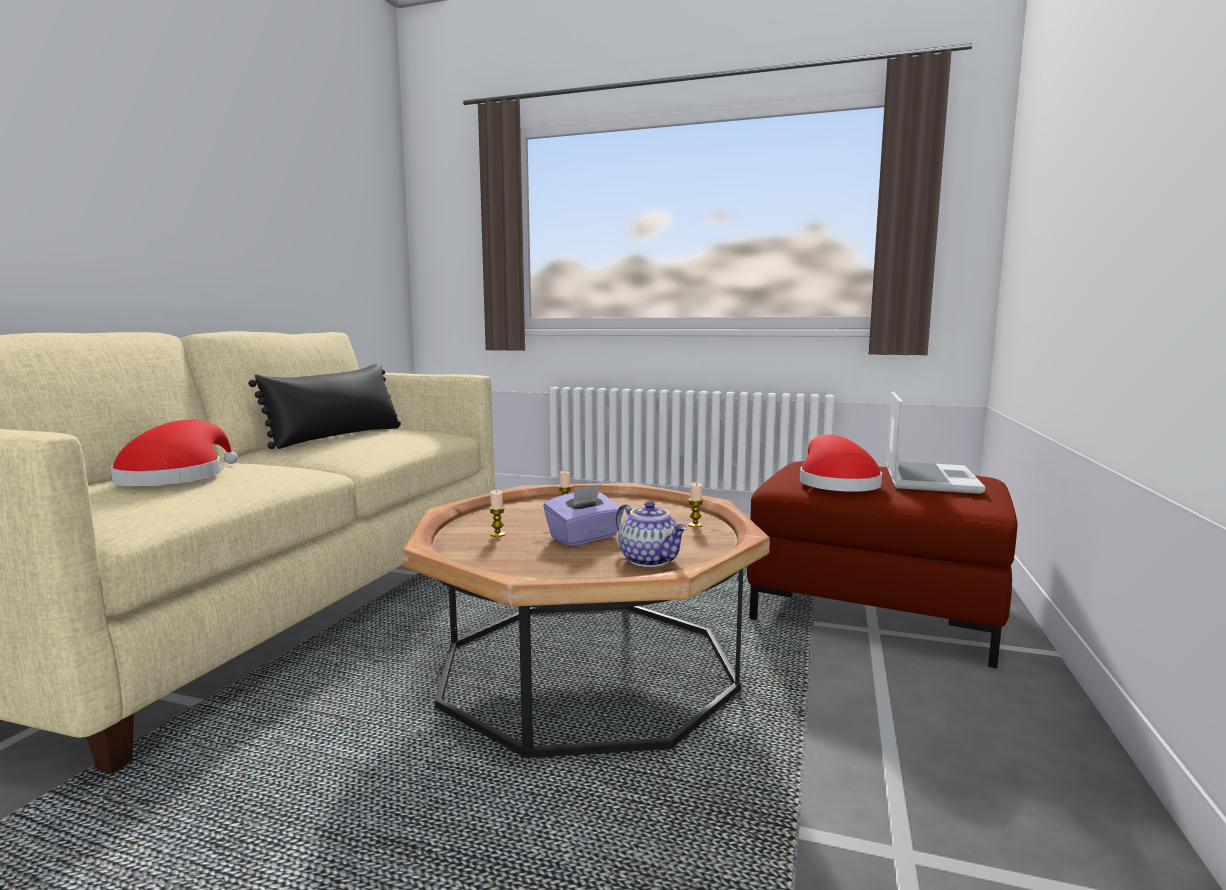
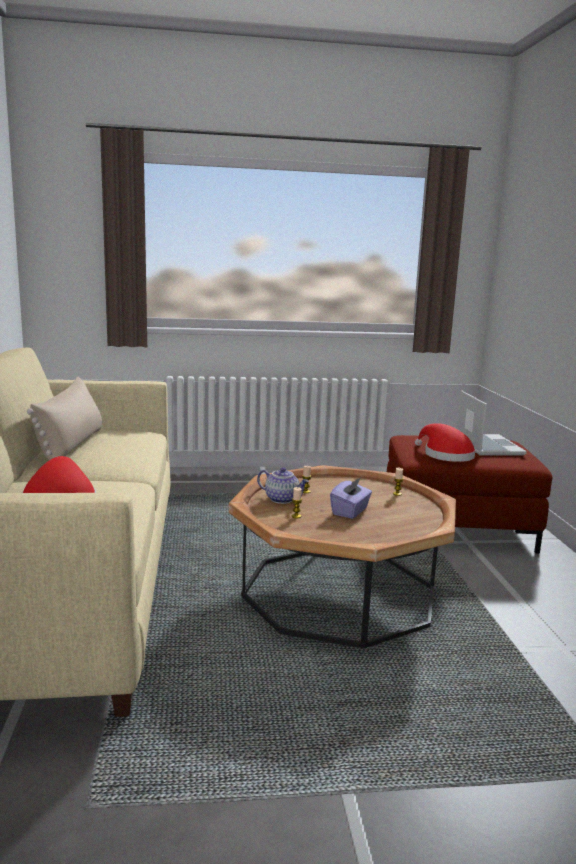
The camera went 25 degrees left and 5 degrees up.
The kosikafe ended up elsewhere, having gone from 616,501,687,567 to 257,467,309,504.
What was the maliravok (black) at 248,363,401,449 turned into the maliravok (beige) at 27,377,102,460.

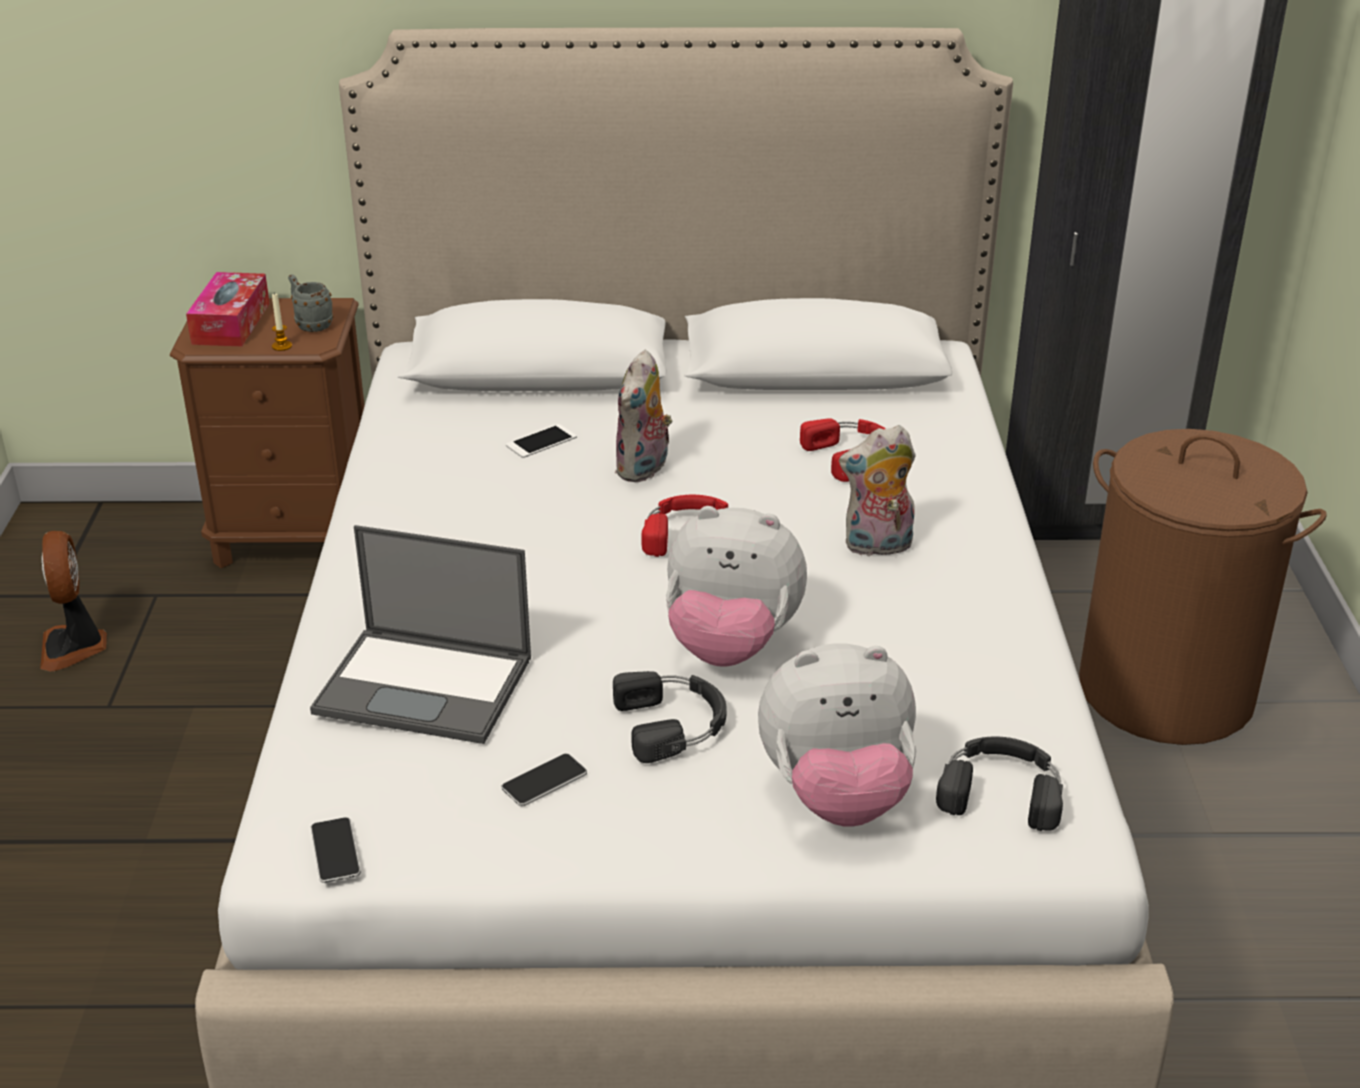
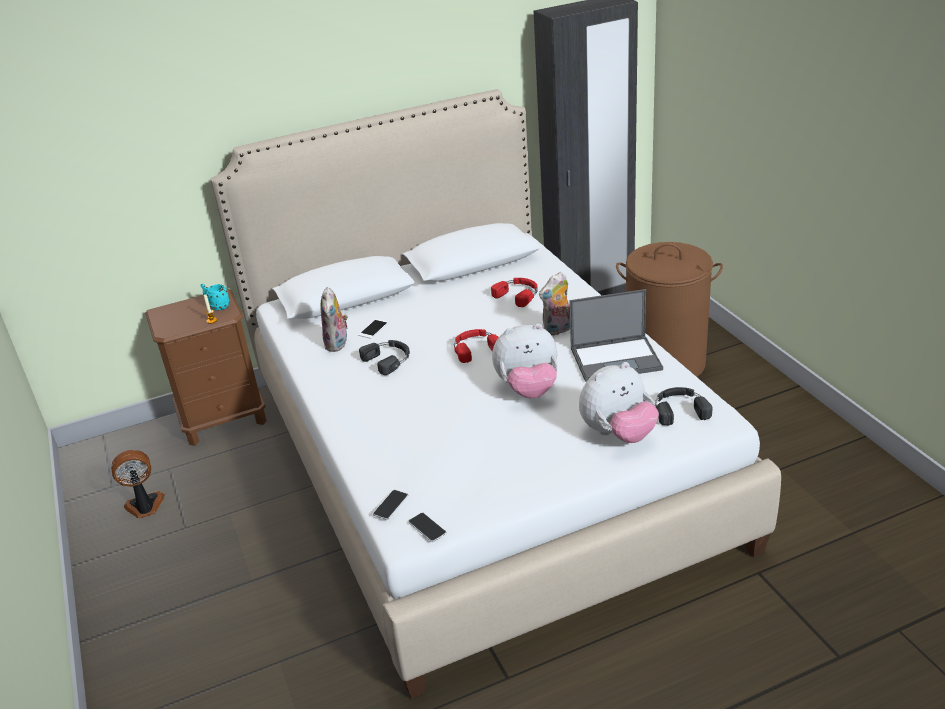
The camera went 20 degrees left and 0 degrees up.
The second view lost the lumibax at 186,272,270,346.
The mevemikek ended up elsewhere, having gone from 310,525,531,744 to 569,289,663,382.
The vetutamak ended up elsewhere, having gone from 501,753,587,806 to 373,490,408,520.
The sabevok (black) ended up elsewhere, having gone from 613,671,726,763 to 359,340,410,375.
The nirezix ended up elsewhere, having gone from 615,350,672,483 to 320,287,348,352.
What was the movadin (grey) at 288,274,333,332 turned into the movadin (turquoise) at 200,284,230,310.
The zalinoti at 40,531,107,671 ended up facing another way, 105 degrees clockwise from before.

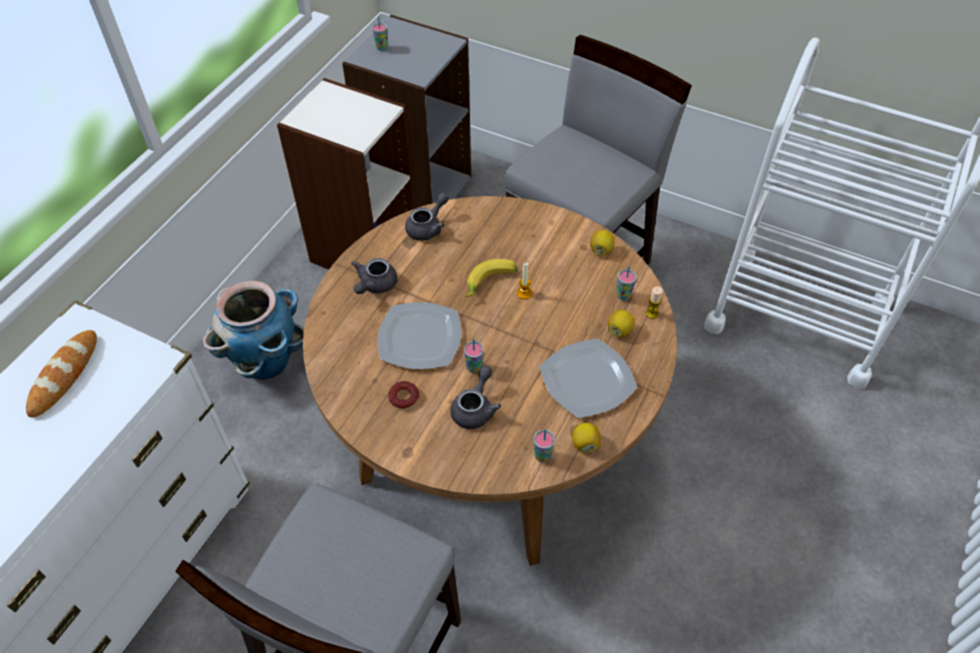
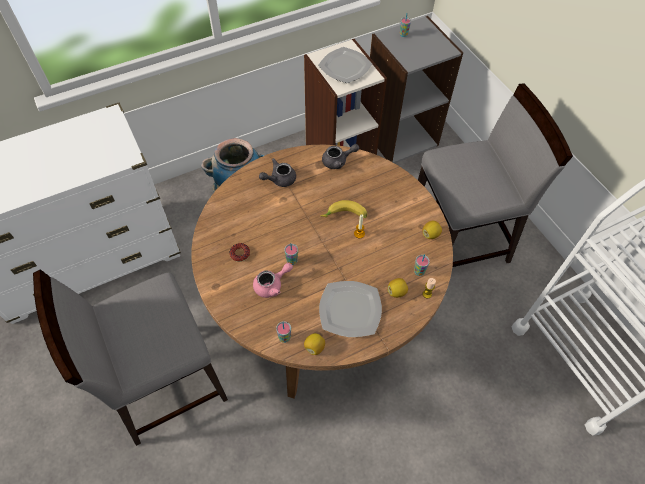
The camera went 35 degrees right and 5 degrees up.
The second view lost the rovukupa at 26,330,97,417.
The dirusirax ended up elsewhere, having gone from 378,302,461,369 to 318,47,372,83.
What was the kosikafe (grey) at 451,365,501,429 turned into the kosikafe (pink) at 253,263,293,298.

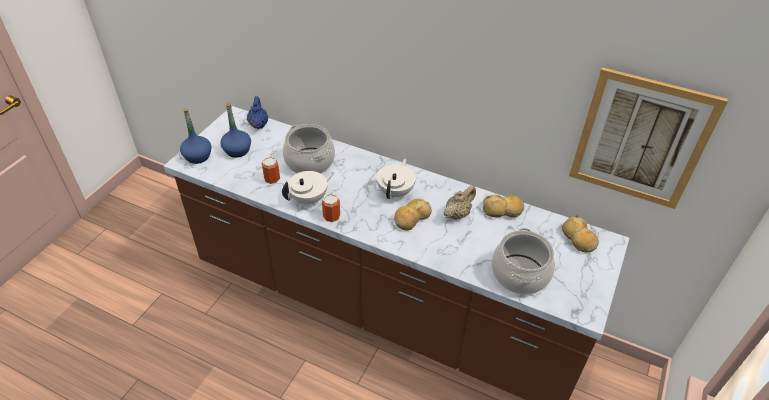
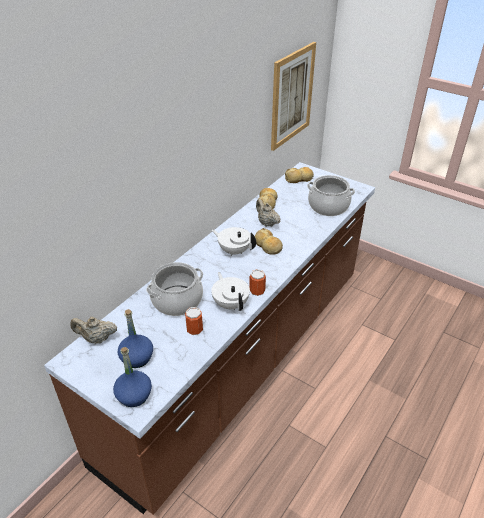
The camera went 80 degrees left and 5 degrees down.
What was the kosikafe (blue) at 247,96,268,129 turned into the kosikafe (beige) at 71,317,117,344.

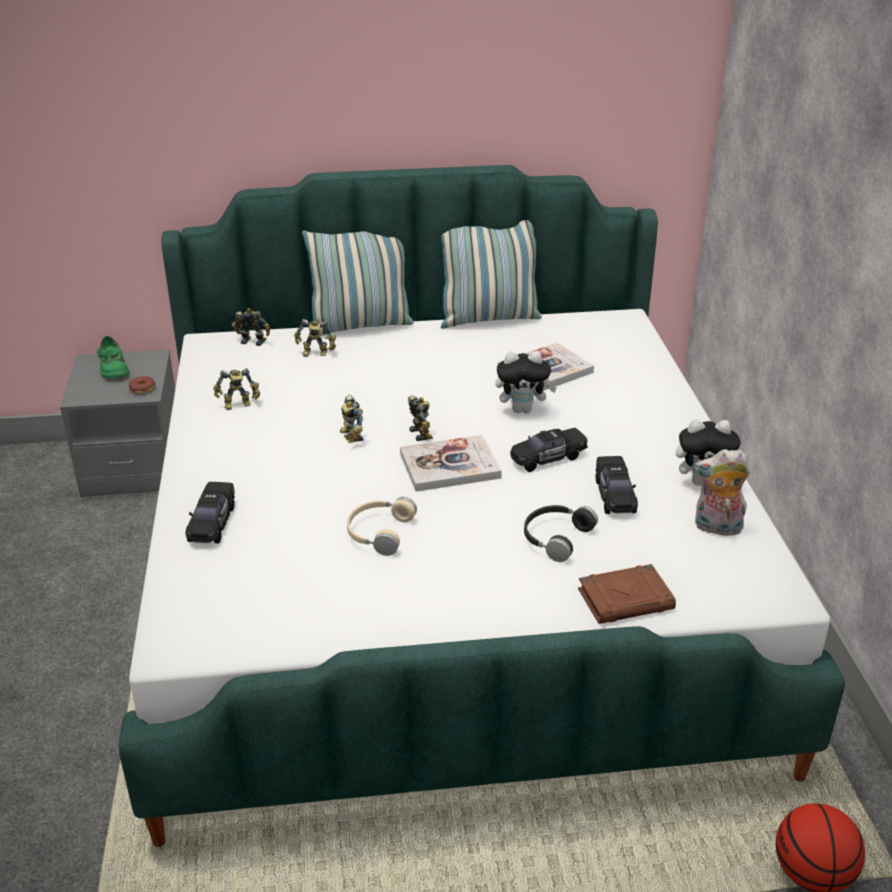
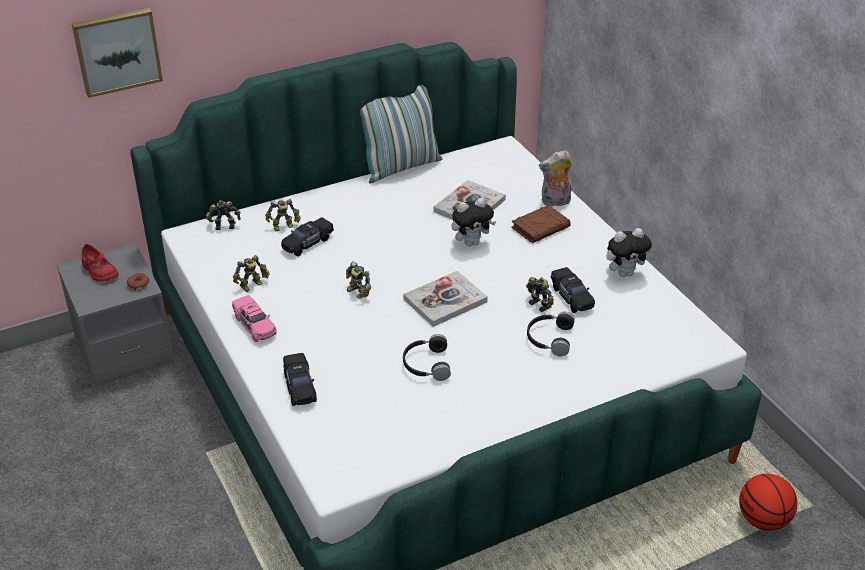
The camera went 20 degrees left and 5 degrees up.
The second view lost the maliravok at 302,230,414,336.
The second view gained the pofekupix at 71,8,163,98.
The second view gained the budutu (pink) at 232,295,276,342.
The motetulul ended up elsewhere, having gone from 408,395,433,441 to 526,277,554,312.
The budutu (black) ended up elsewhere, having gone from 510,428,588,472 to 281,218,334,256.
The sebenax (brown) ended up elsewhere, having gone from 578,564,676,624 to 511,205,571,243.
The nirezix ended up elsewhere, having gone from 694,449,750,539 to 539,150,572,206.
What was the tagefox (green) at 97,336,129,378 turned into the tagefox (red) at 81,244,119,282.
What was the sabevok (beige) at 347,497,417,556 turned into the sabevok (black) at 403,334,451,381.

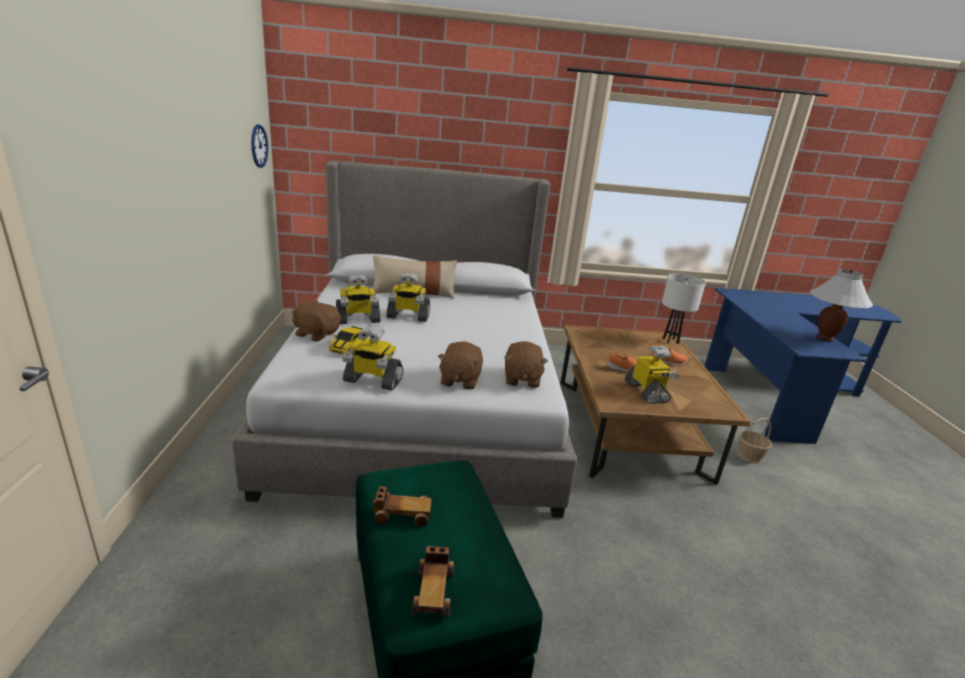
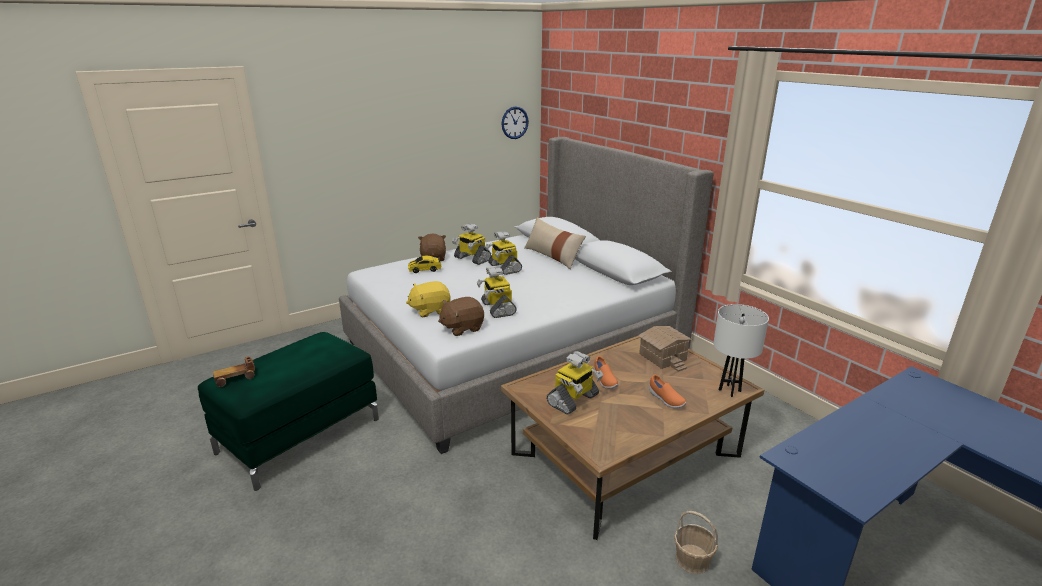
The camera went 60 degrees right and 0 degrees up.
The second view lost the budutu at 373,486,432,527.
The second view lost the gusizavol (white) at 810,269,874,342.
The second view gained the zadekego at 638,326,692,372.
The motetulul ended up elsewhere, having gone from 342,325,404,391 to 477,266,517,318.
What was the nirezix (brown) at 438,342,483,389 turned into the nirezix (yellow) at 406,281,451,317.

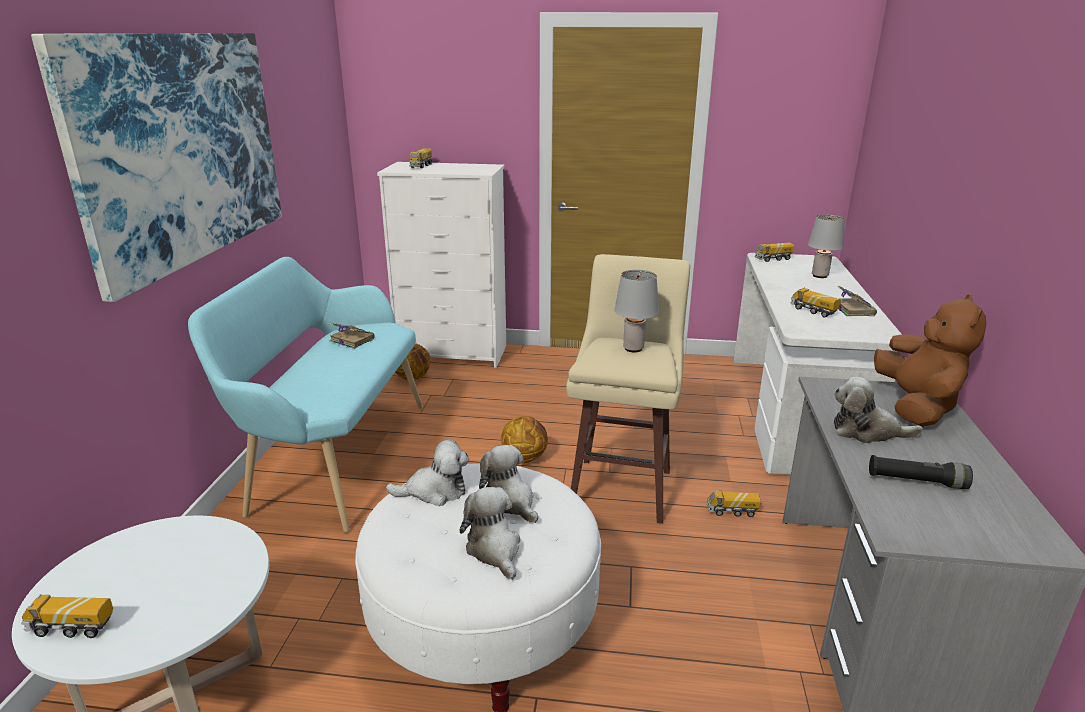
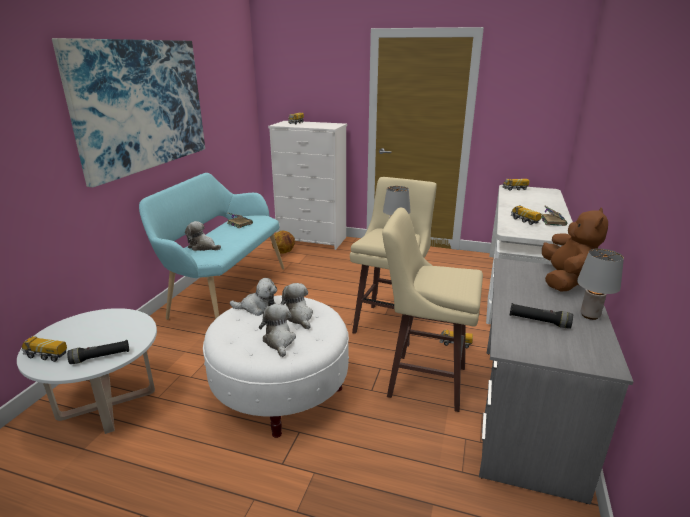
The camera went 10 degrees right and 0 degrees up.
The second view lost the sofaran at 501,416,548,463.
The second view gained the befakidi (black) at 67,340,129,364.
The second view gained the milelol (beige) at 382,208,483,412.
The gusizavol (grey) ended up elsewhere, having gone from 808,214,845,278 to 577,248,624,320.
The nirezix ended up elsewhere, having gone from 834,377,923,443 to 185,221,221,251.

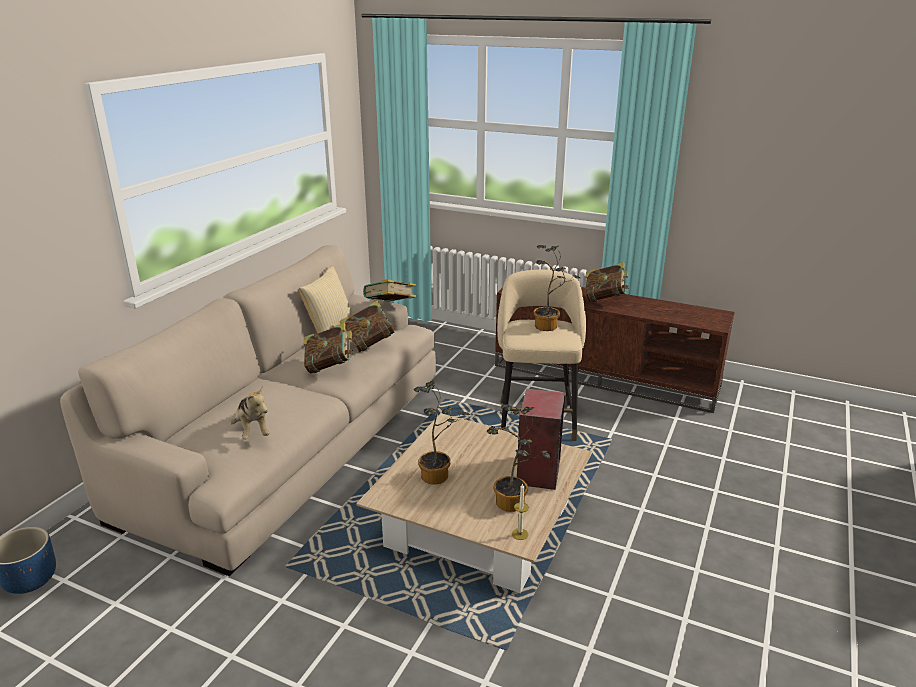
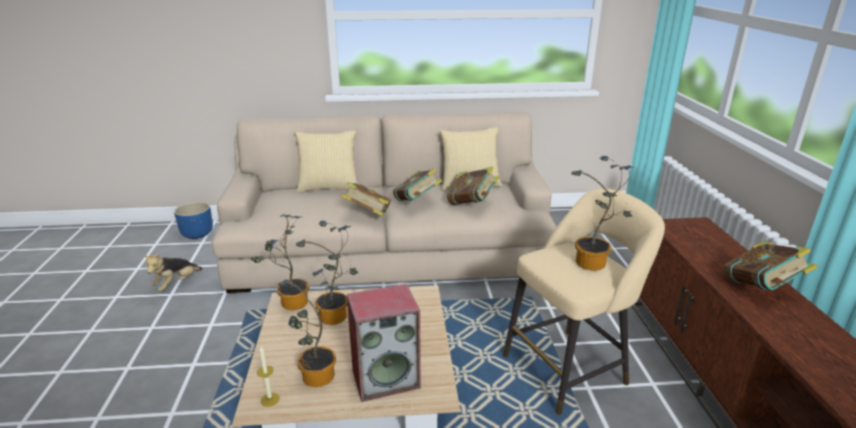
The camera went 60 degrees right and 0 degrees up.
The second view gained the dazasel at 251,214,309,310.
The second view gained the maliravok at 295,130,358,193.
The nirezix ended up elsewhere, having gone from 230,386,269,439 to 143,254,203,291.
The sebenax ended up elsewhere, having gone from 363,279,416,302 to 341,182,391,216.

